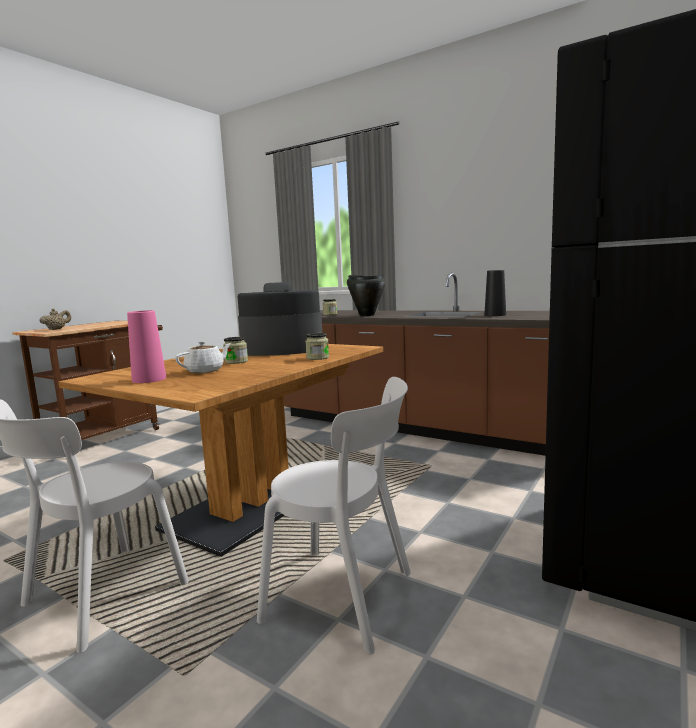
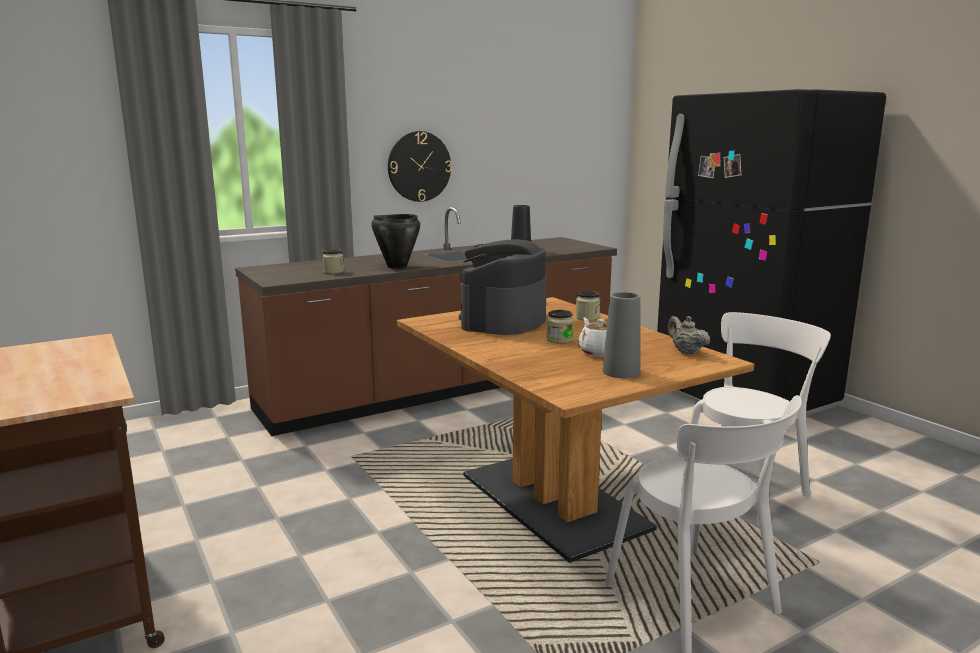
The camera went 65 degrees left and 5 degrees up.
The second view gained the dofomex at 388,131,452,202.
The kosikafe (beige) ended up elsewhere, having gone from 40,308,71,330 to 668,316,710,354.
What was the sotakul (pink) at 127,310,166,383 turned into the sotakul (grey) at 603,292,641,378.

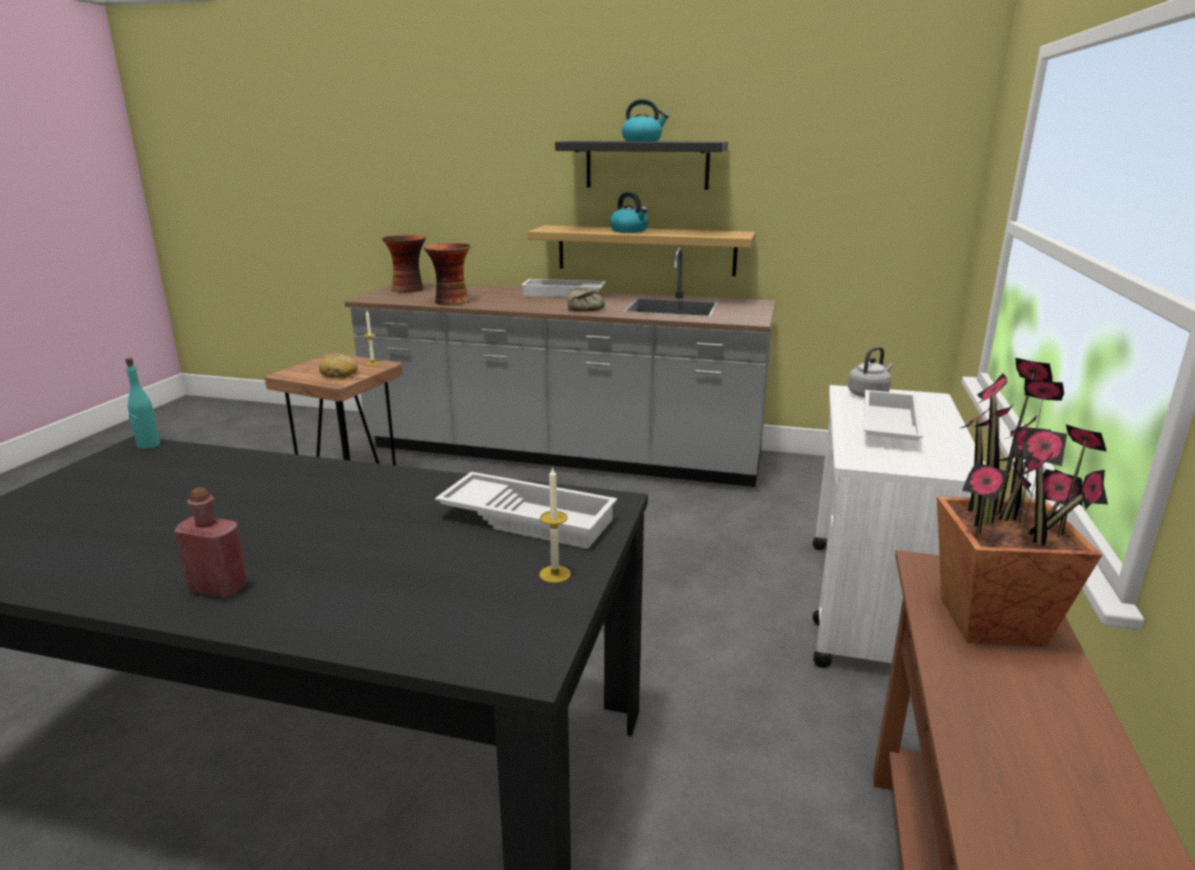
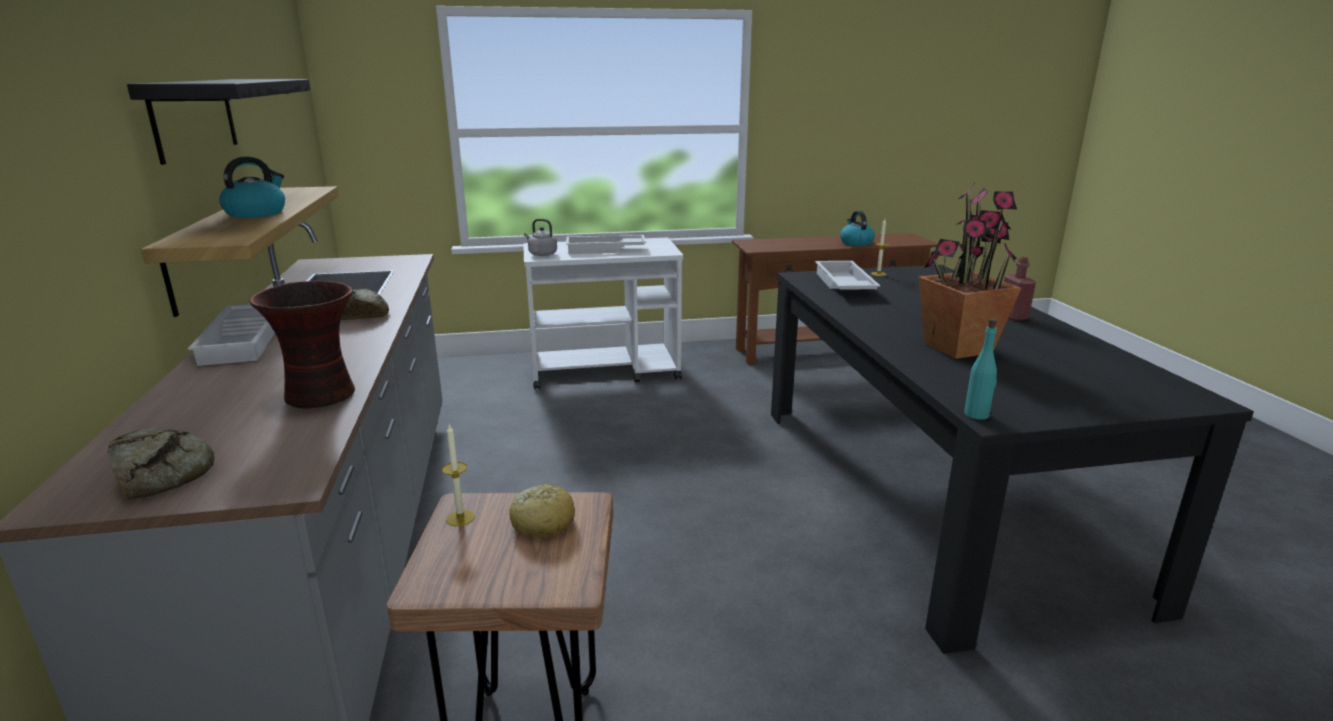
The camera went 115 degrees left and 0 degrees up.
The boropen ended up elsewhere, having gone from 622,99,669,141 to 840,211,875,246.
The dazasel ended up elsewhere, having gone from 937,358,1108,646 to 918,182,1021,359.
Where the sotakul stood at 382,235,426,293, the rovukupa came to stand at 107,428,214,500.

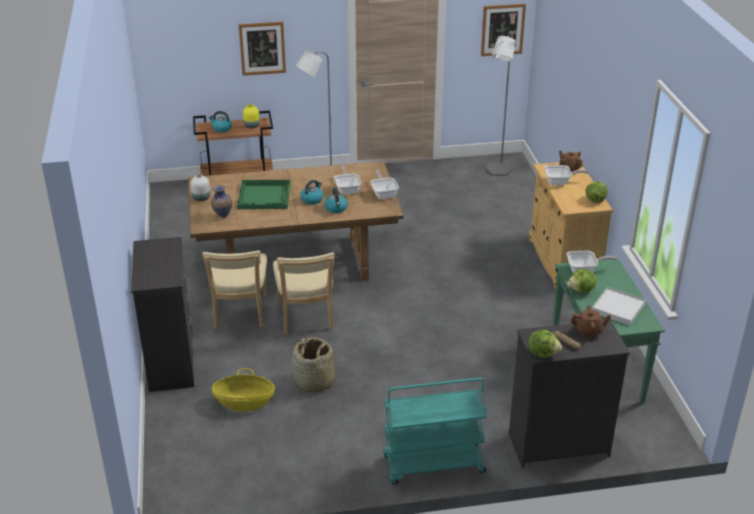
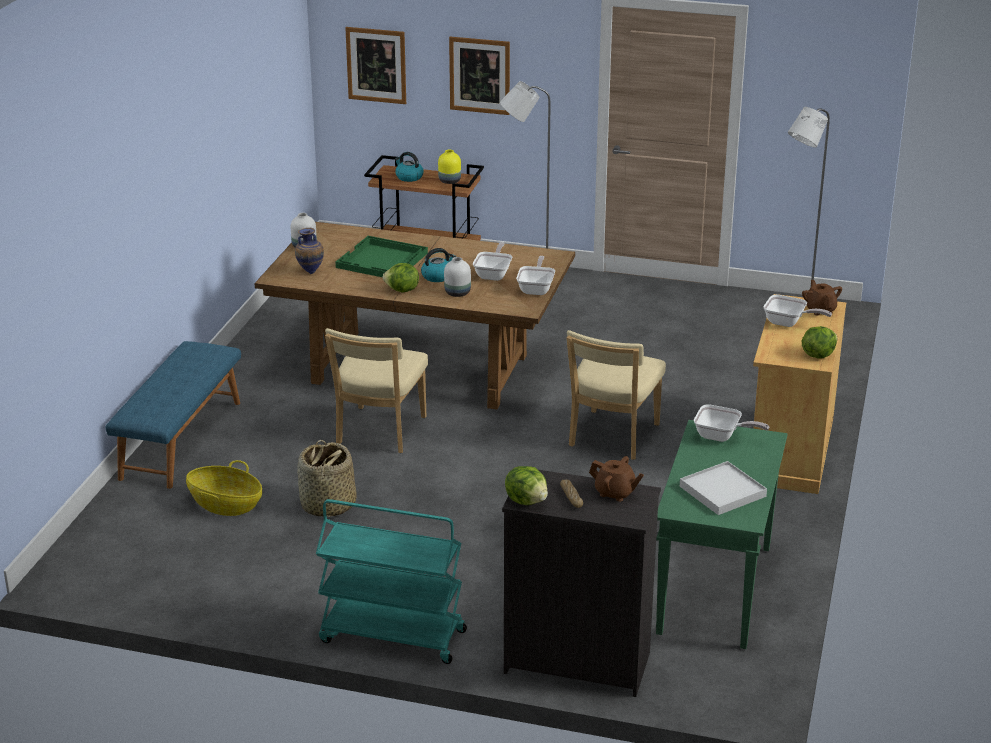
The camera went 25 degrees right and 5 degrees down.
The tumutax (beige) ended up elsewhere, having gone from 203,251,267,329 to 566,330,666,460.
The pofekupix ended up elsewhere, having gone from 481,4,526,56 to 345,27,406,104.
The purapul ended up elsewhere, having gone from 567,269,596,293 to 383,263,419,292.
Where the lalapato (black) stood at 131,237,194,392, the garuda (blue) came to stand at 106,341,241,489.
Where the boropen stood at 324,188,348,213, the sotakul (white) came to stand at 444,257,471,297.

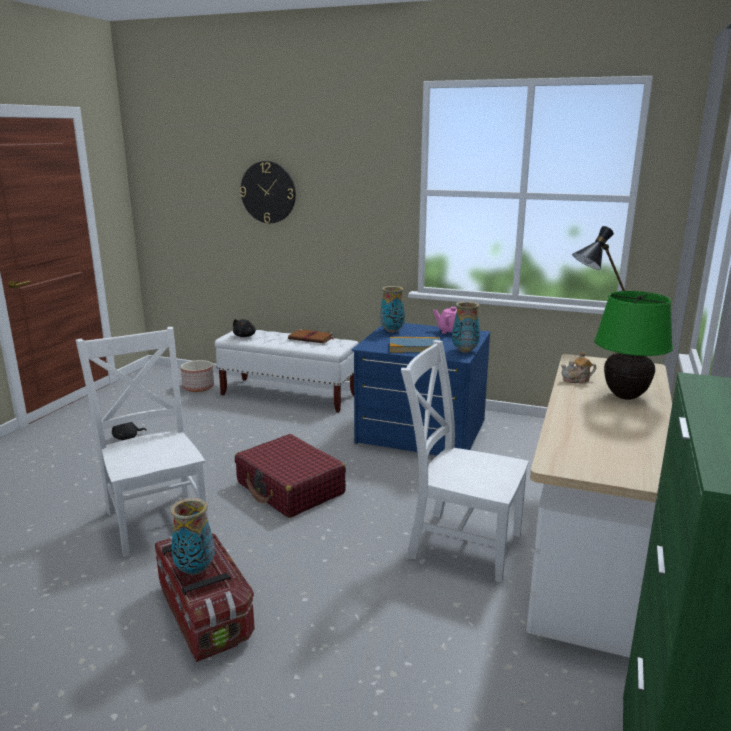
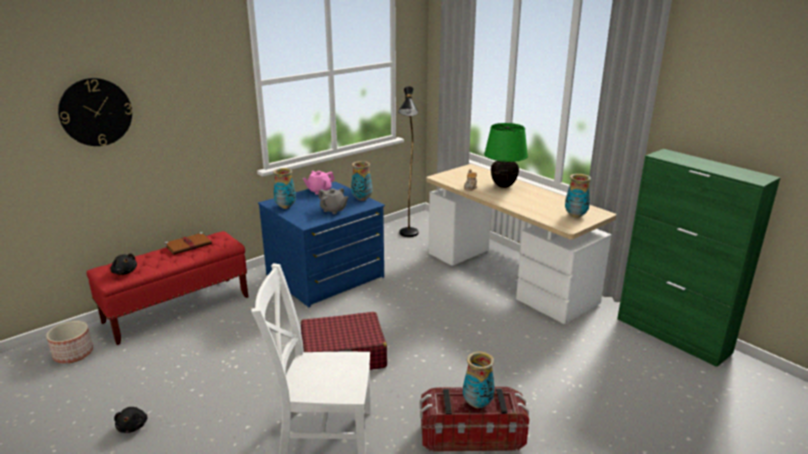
The camera went 60 degrees left and 5 degrees up.
The second view lost the tumutax (white) at 401,340,529,583.
The second view gained the sotakul at 565,174,591,218.
Where the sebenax stood at 390,337,441,353, the kosikafe (grey) came to stand at 318,188,348,214.
What was the garuda (white) at 215,330,359,413 turned into the garuda (red) at 87,231,248,345.

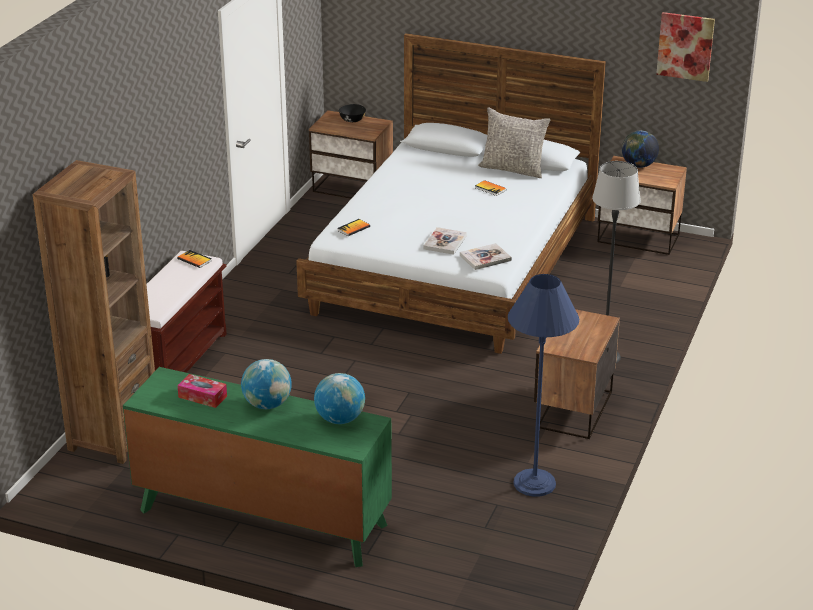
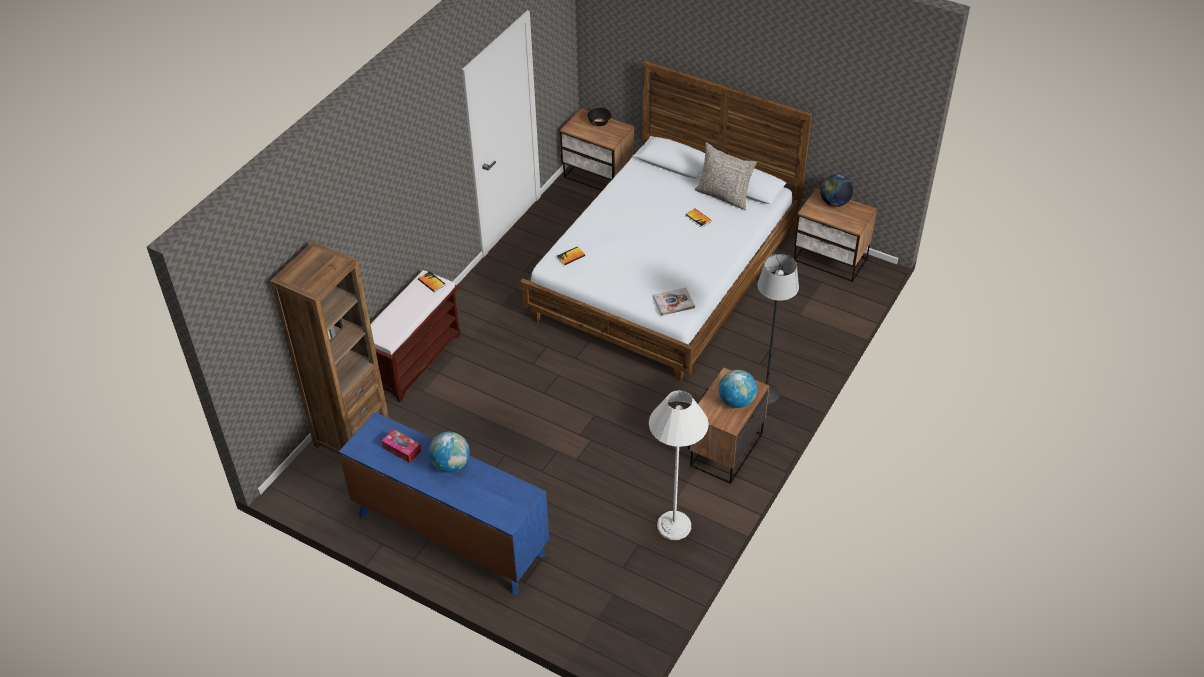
The camera went 10 degrees right and 15 degrees up.
The second view lost the sebenax at 424,227,467,255.
The second view lost the pofekupix at 656,12,715,82.
The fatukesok ended up elsewhere, having gone from 314,373,365,424 to 719,370,757,408.
What was the lalapato (green) at 123,367,392,567 turned into the lalapato (blue) at 339,412,549,595.
What was the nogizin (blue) at 508,274,579,497 turned into the nogizin (white) at 649,390,709,540.

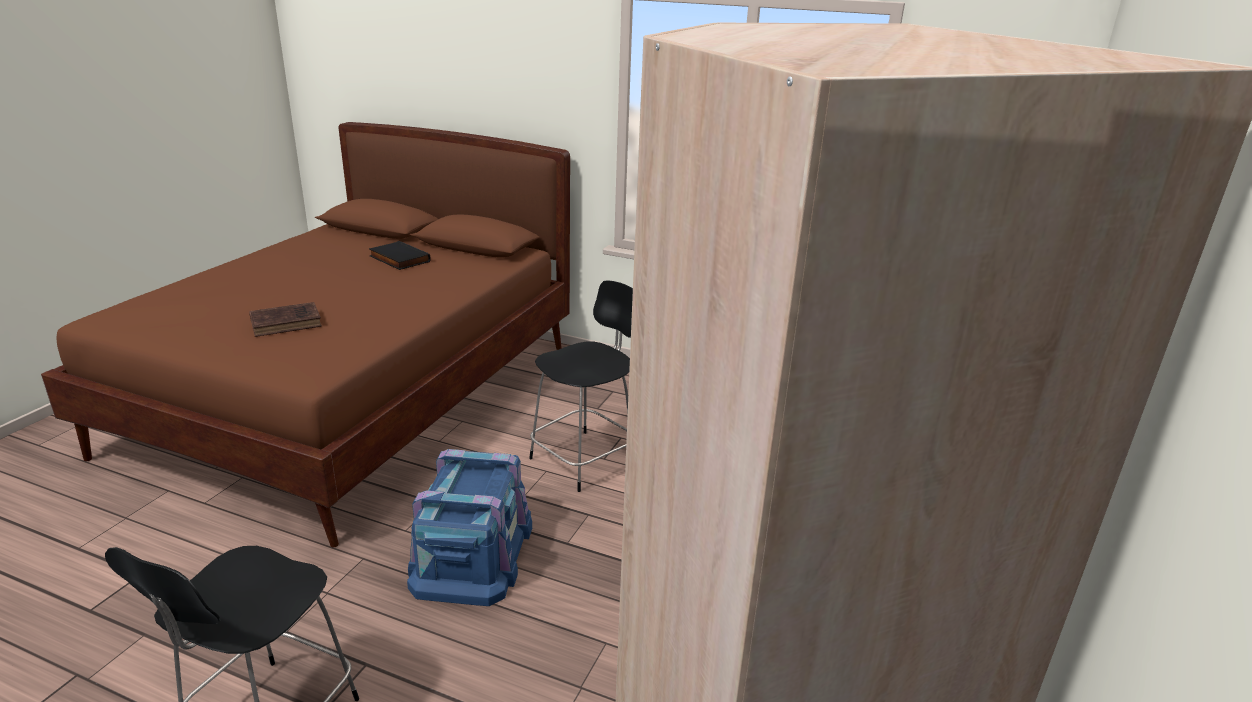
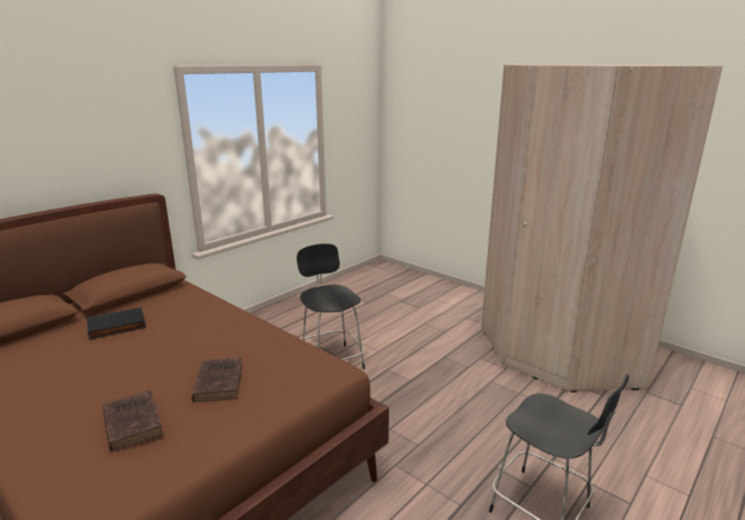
The camera went 70 degrees left and 5 degrees down.
The second view lost the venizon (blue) at 407,449,532,606.
The second view gained the sebenax (brown) at 103,390,164,452.

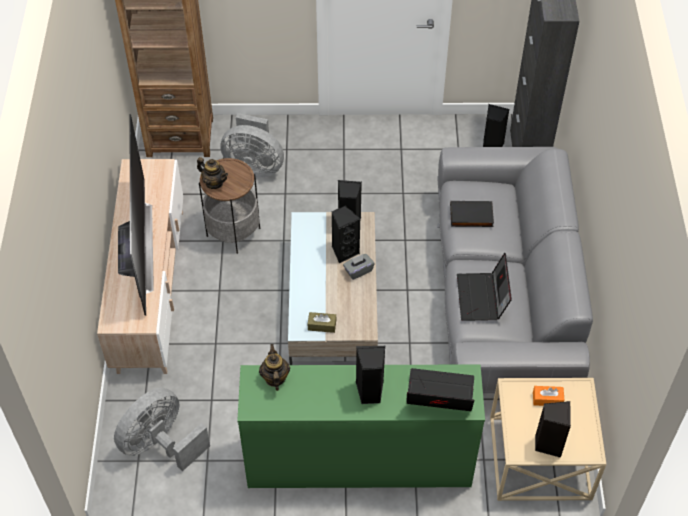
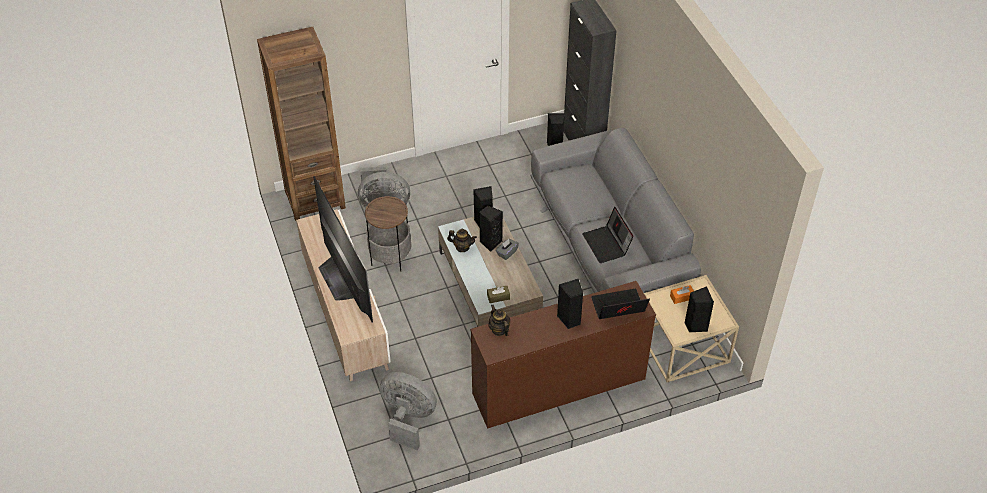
The camera went 20 degrees left and 5 degrees down.
The second view lost the sebenax (black) at 450,201,494,227.
The kosikafe ended up elsewhere, having gone from 197,157,228,189 to 447,229,477,252.
What was the lalapato (green) at 237,364,485,488 turned into the lalapato (brown) at 470,281,656,429.
The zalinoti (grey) at 114,388,210,471 ended up facing another way, 90 degrees clockwise from before.

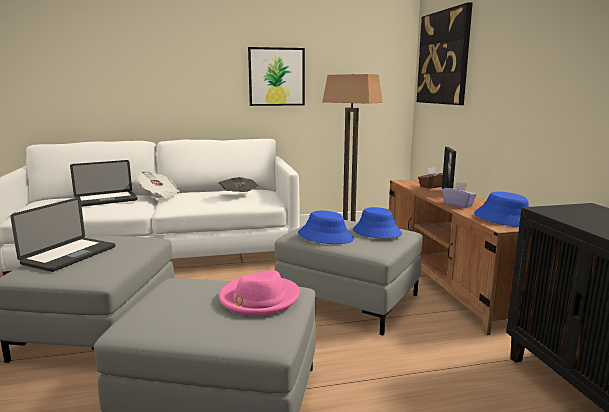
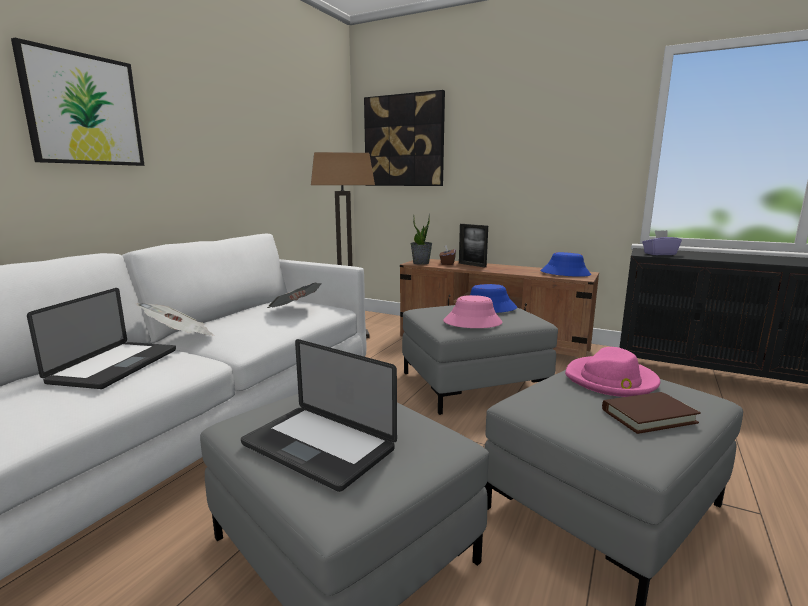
The camera went 50 degrees left and 0 degrees up.
The second view gained the dazasel at 410,213,433,265.
The second view gained the sebenax (brown) at 602,392,701,434.
The pofekupix ended up elsewhere, having gone from 248,47,305,106 to 11,38,145,166.
The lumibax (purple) ended up elsewhere, having gone from 442,181,477,208 to 642,230,682,255.
What was the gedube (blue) at 298,211,354,244 turned into the gedube (pink) at 443,295,503,328.
The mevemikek at 10,197,115,272 ended up facing another way, 150 degrees clockwise from before.

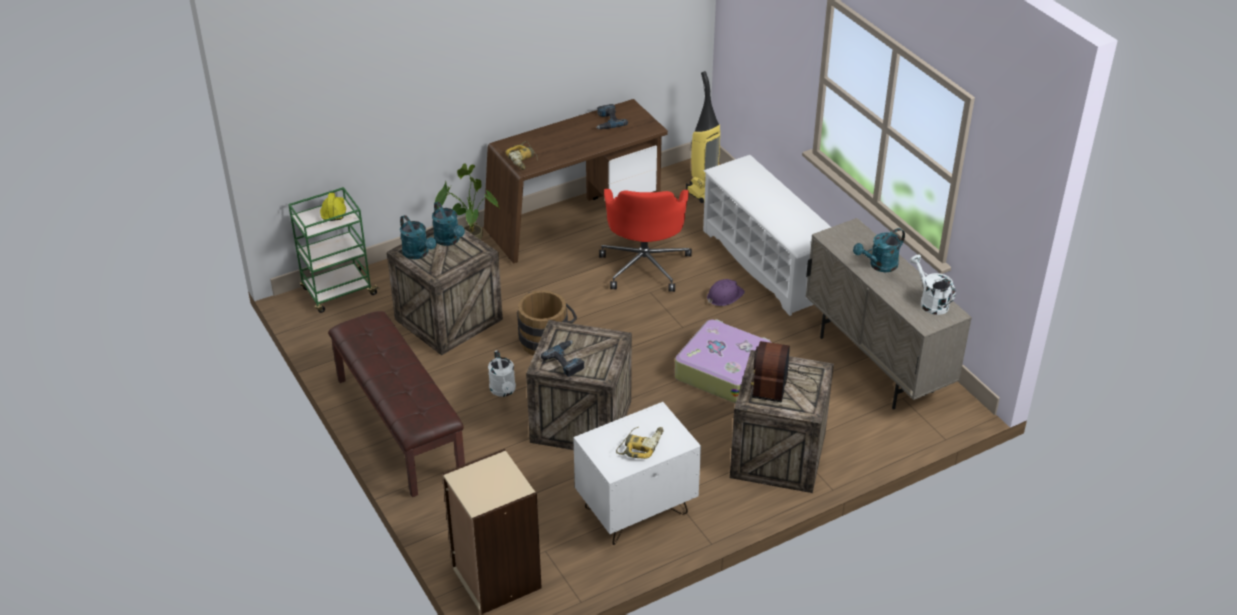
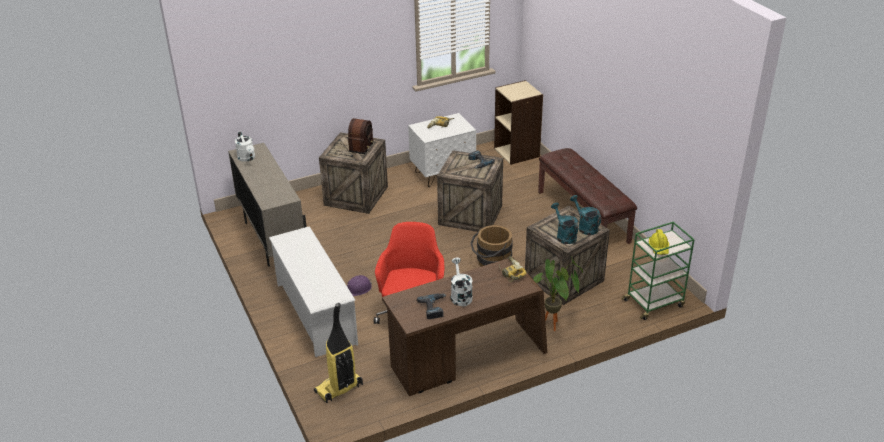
The camera went 175 degrees left and 5 degrees down.
The second view lost the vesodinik at 675,319,772,403.
The second view lost the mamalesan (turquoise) at 853,228,905,272.
The mamalesan (white) ended up elsewhere, having gone from 488,350,516,397 to 451,258,473,306.

